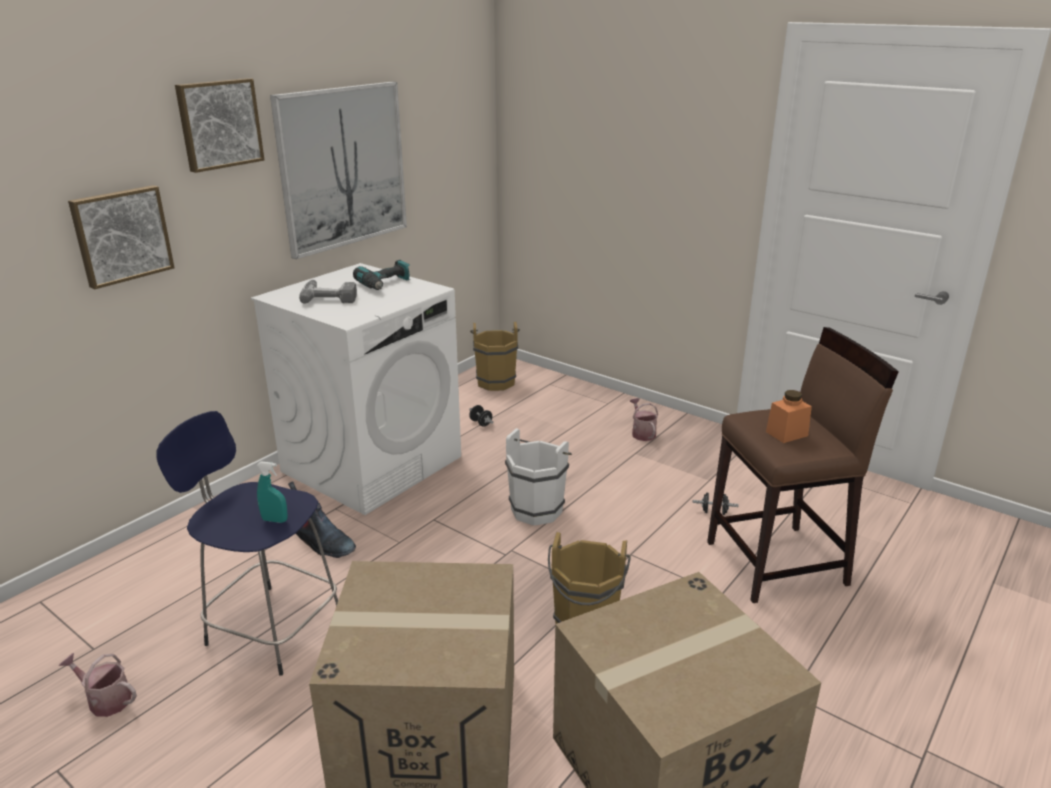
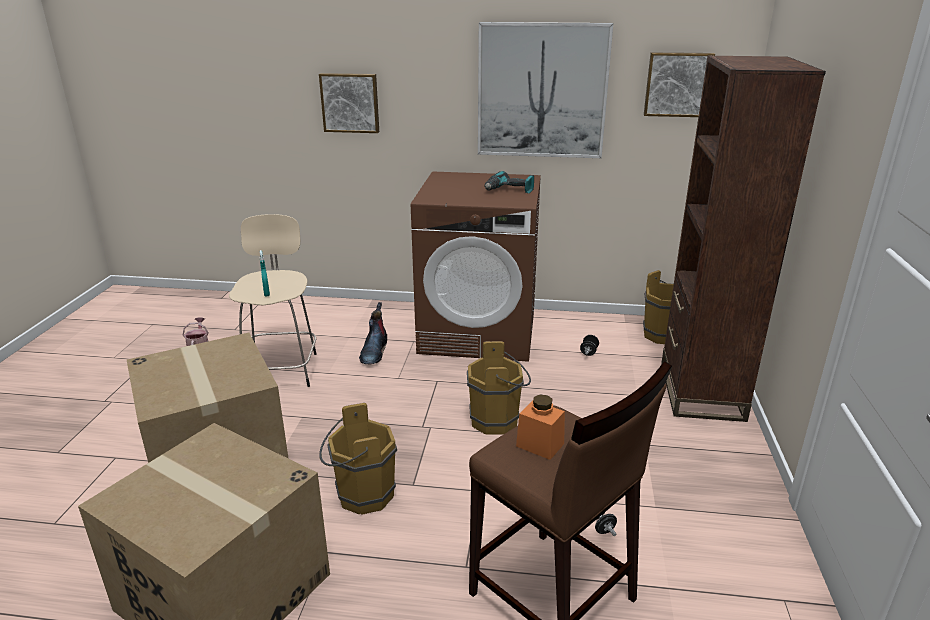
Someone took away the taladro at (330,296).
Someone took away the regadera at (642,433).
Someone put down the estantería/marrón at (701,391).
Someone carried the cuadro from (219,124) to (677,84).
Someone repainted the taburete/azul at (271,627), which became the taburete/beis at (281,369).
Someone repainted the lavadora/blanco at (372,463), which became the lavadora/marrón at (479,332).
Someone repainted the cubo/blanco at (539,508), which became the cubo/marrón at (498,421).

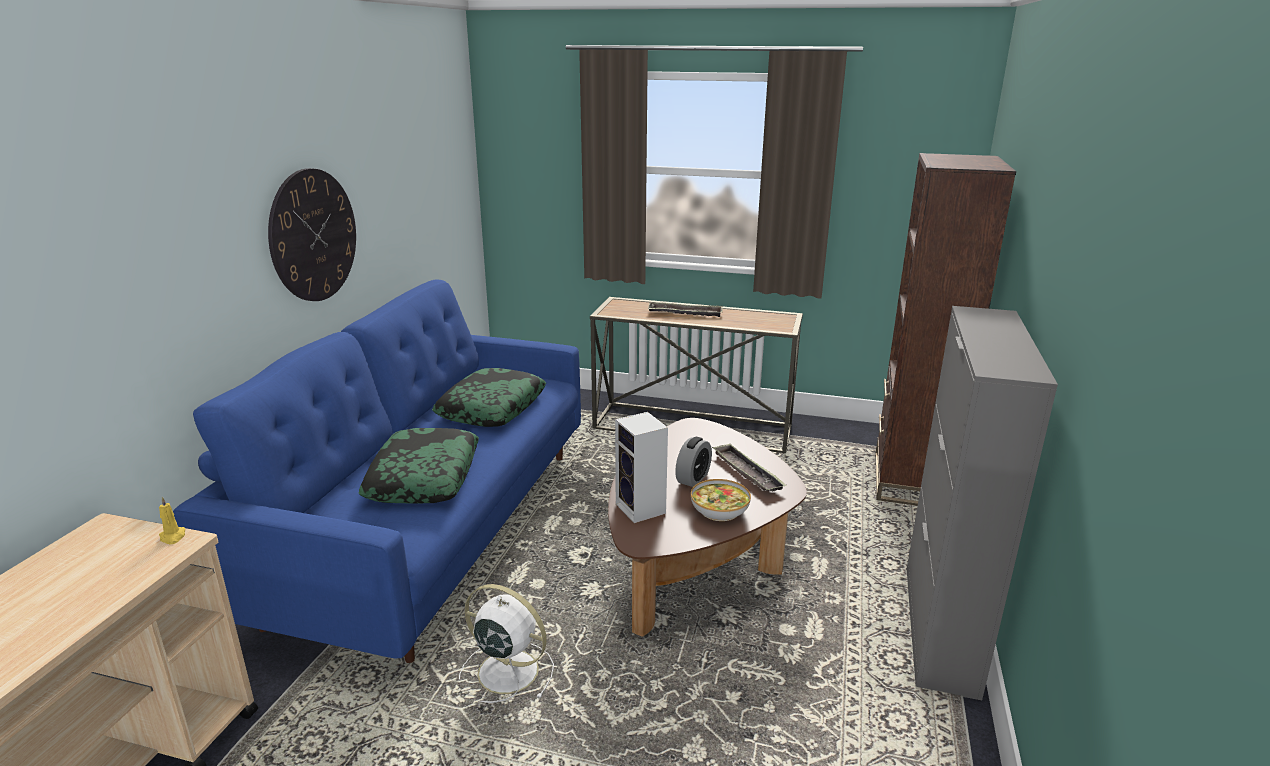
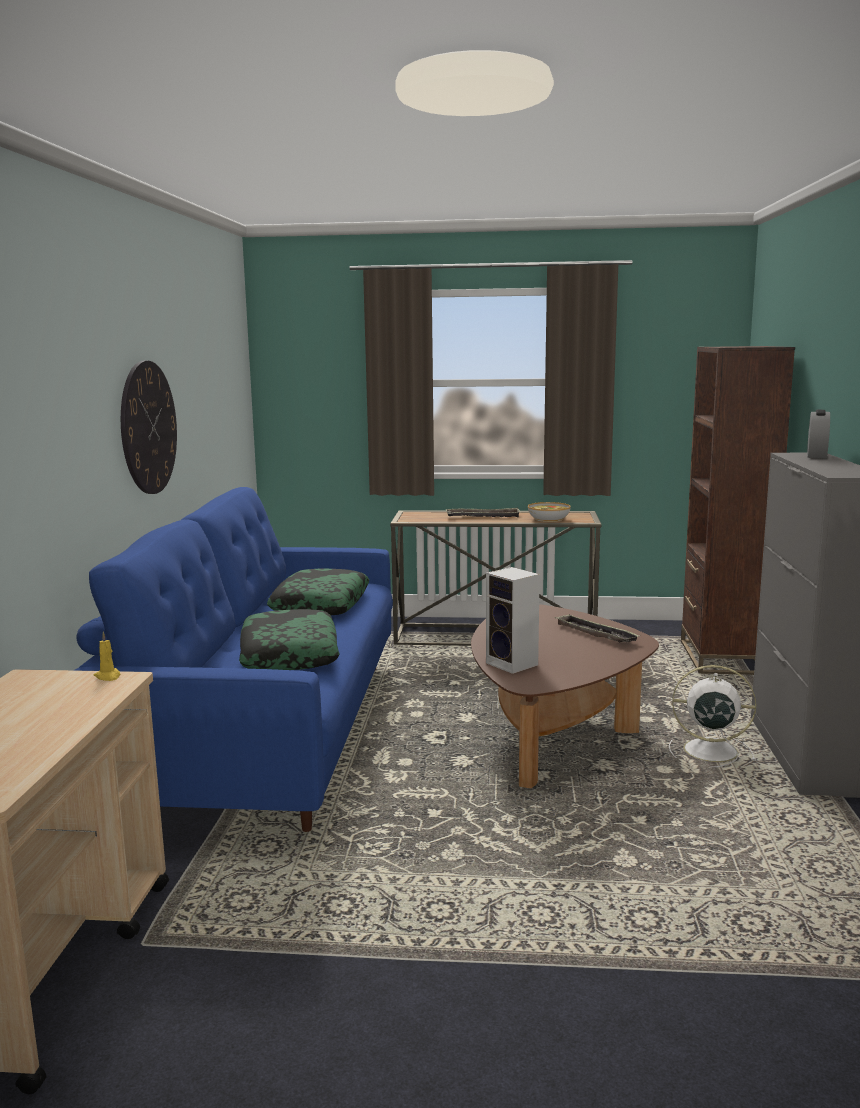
Someone carried the ventilador/blanco from (505,671) to (707,751).
Someone carried the despertador from (693,478) to (816,456).
Someone carried the cuenco from (720,510) to (549,519).

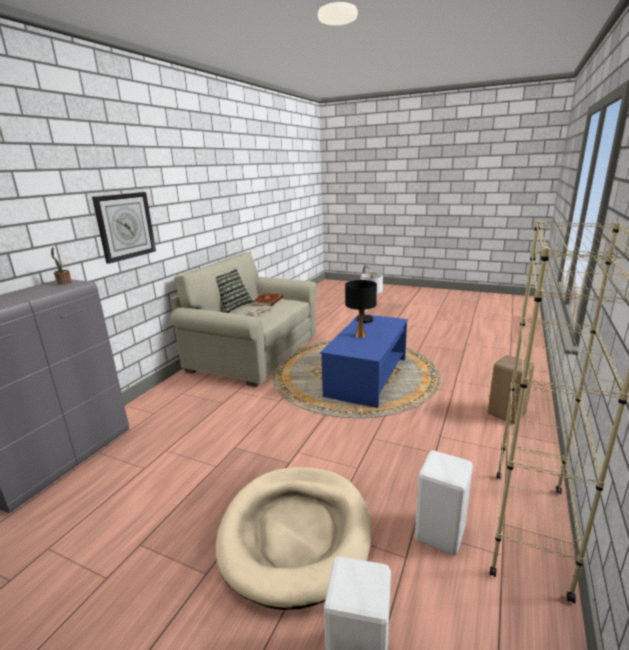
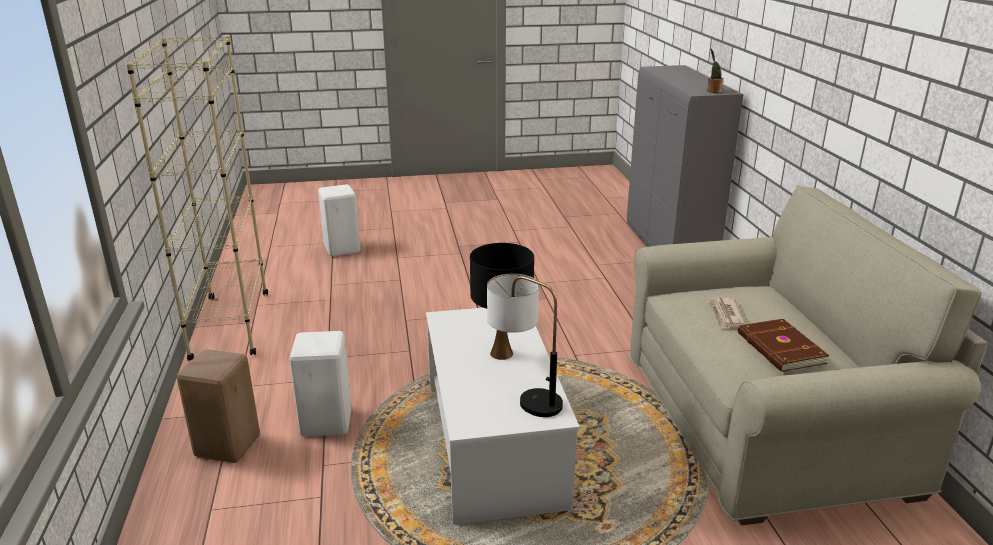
Someone took away the reloj de pared at (125,226).
Someone took away the cojín at (232,306).
Someone took away the cama para perro/beis at (296,533).
Someone carried the taburete/blanco from (438,534) to (328,422).
Someone repainted the mesa de centro/azul at (367,377), which became the mesa de centro/blanco at (493,444).

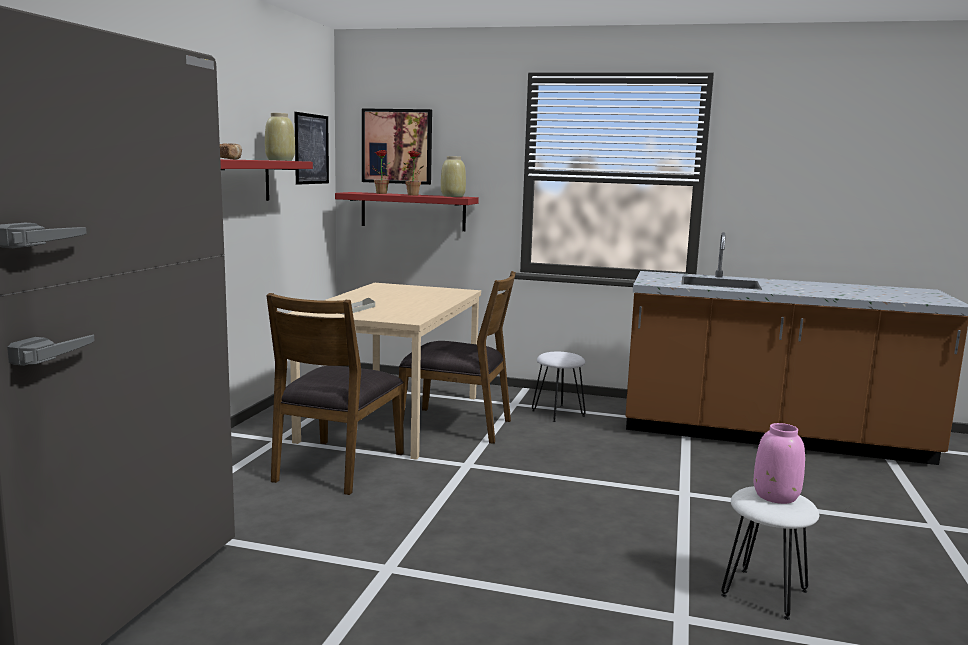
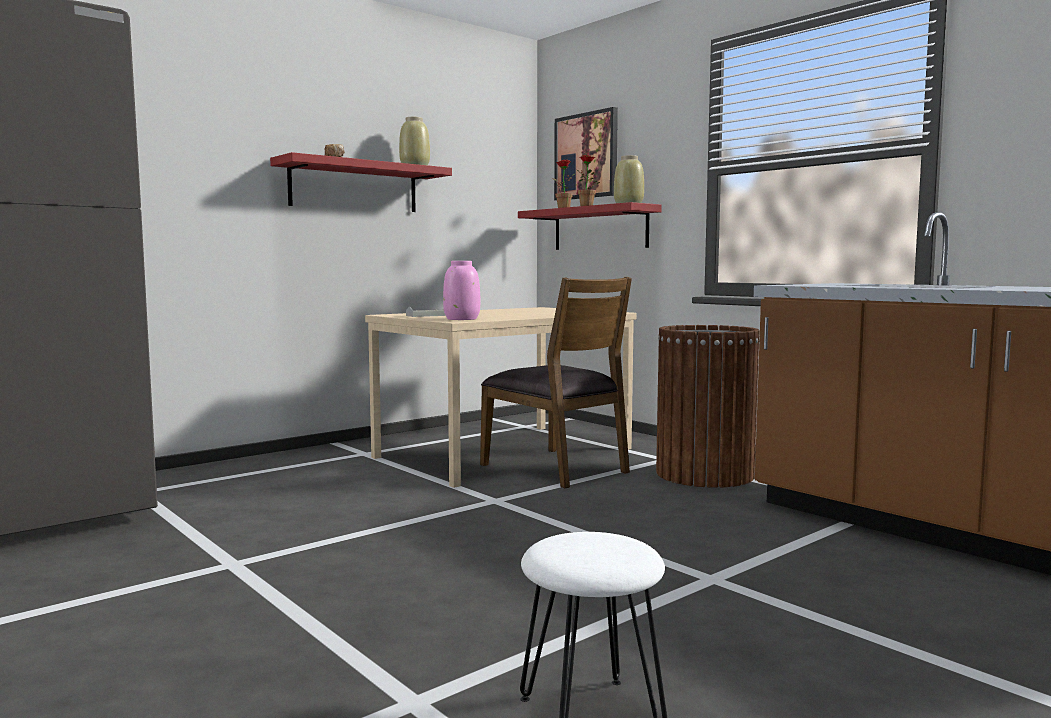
Someone took away the silla/marrón at (337,466).
Someone took away the cuadro at (311,149).
Someone carried the florero/rosa from (776,496) to (462,319).
Someone swapped the taburete/blanco at (558,413) for the papelera/marrón at (705,474).

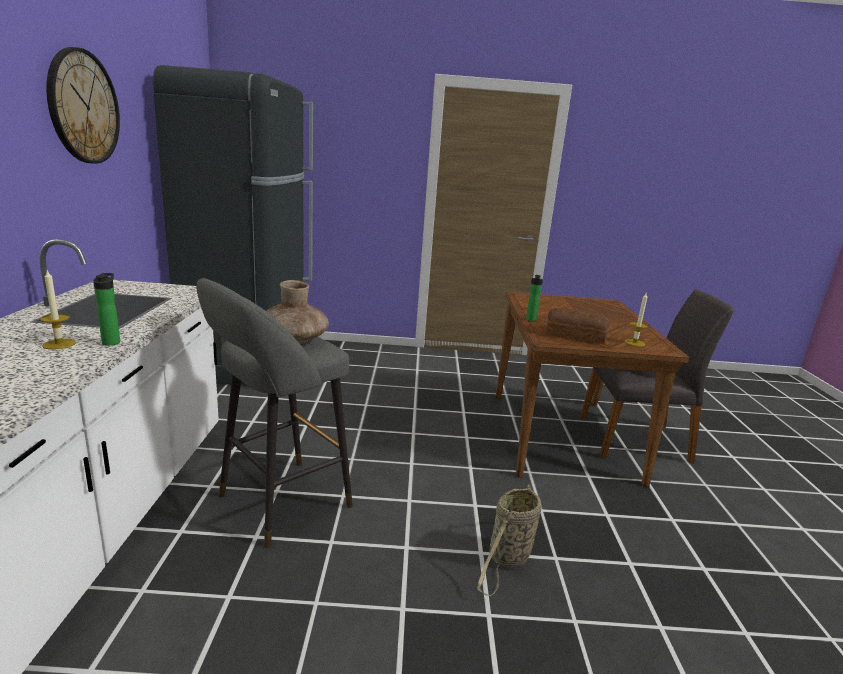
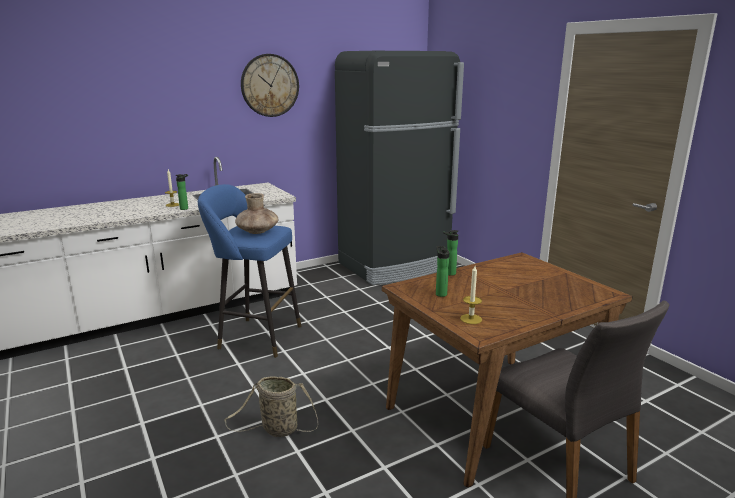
Someone swapped the pan at (574,335) for the botella at (440,293).
Someone repainted the taburete/gris at (278,504), which became the taburete/azul at (256,336).

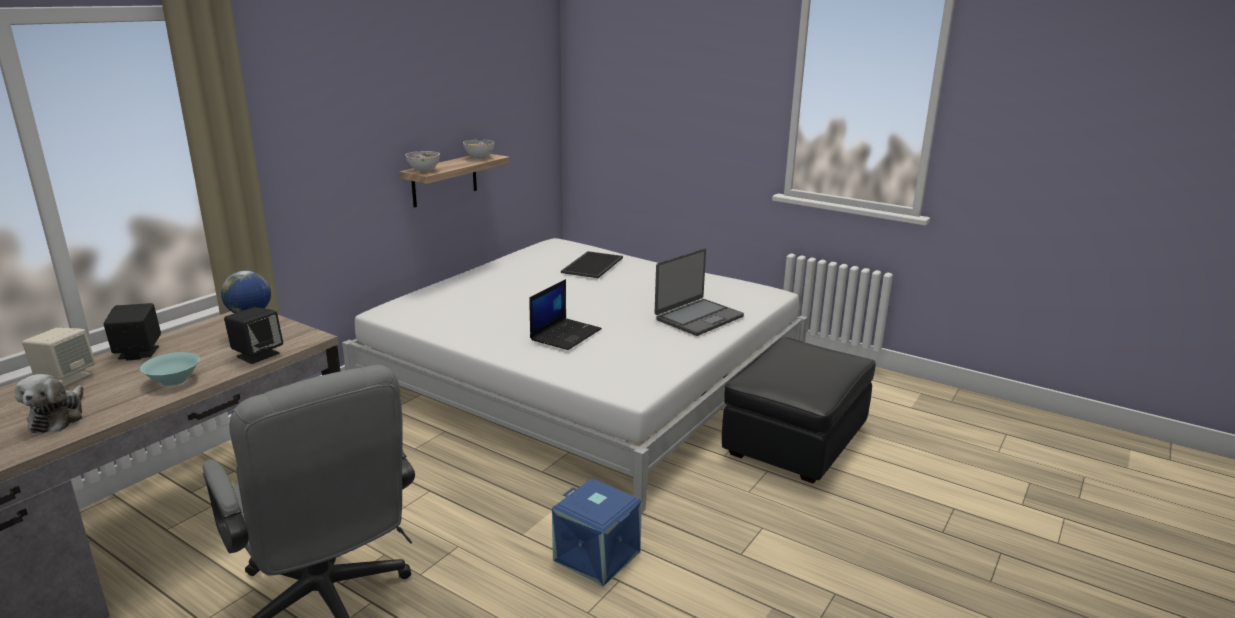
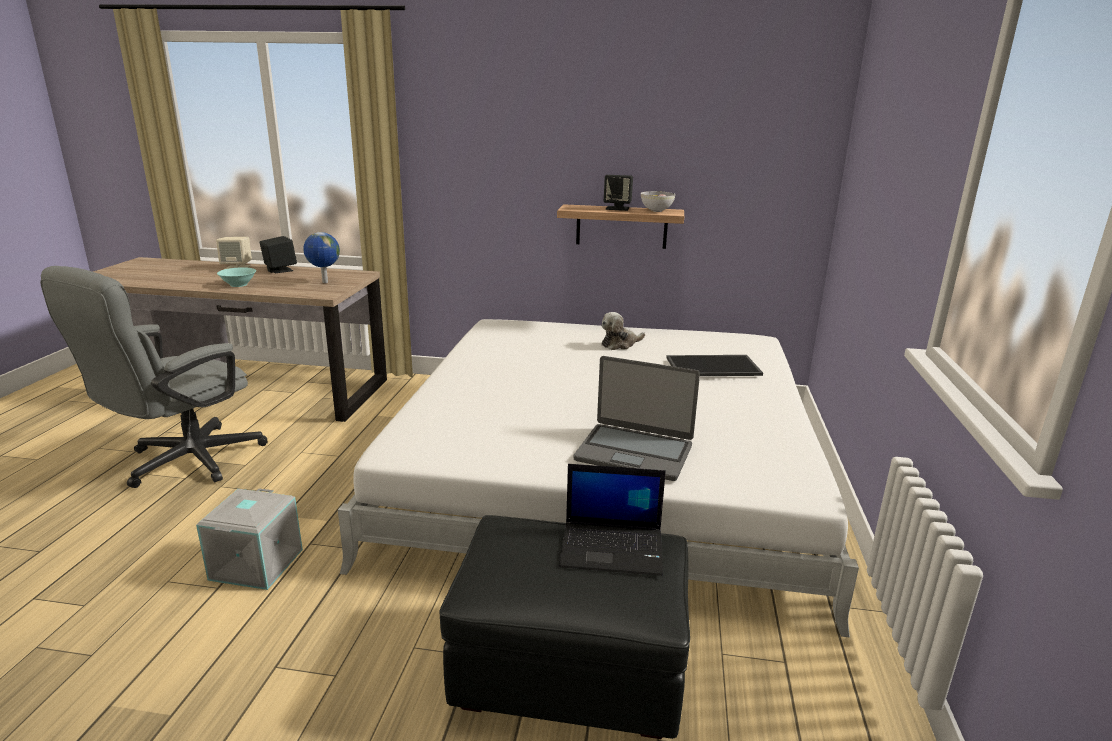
Someone took away the cuenco at (424,170).
Someone carried the peluche from (58,417) to (620,344).
Someone carried the altavoz/negro from (257,355) to (618,208).
Someone carried the portátil from (565,334) to (613,548).
Someone repainted the caja de almacenaje/azul at (598,555), which became the caja de almacenaje/gris at (257,565).

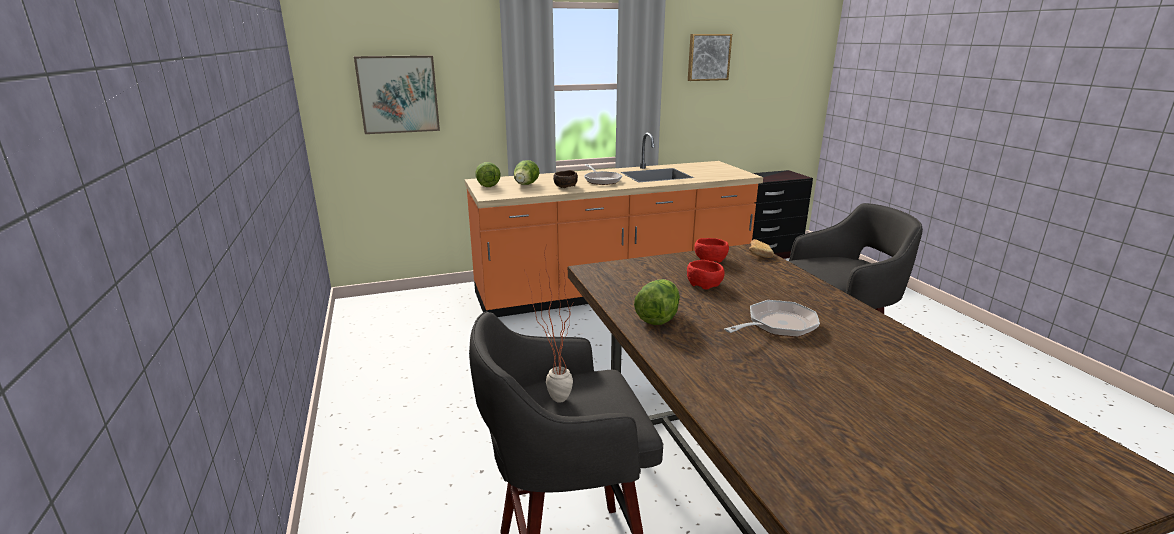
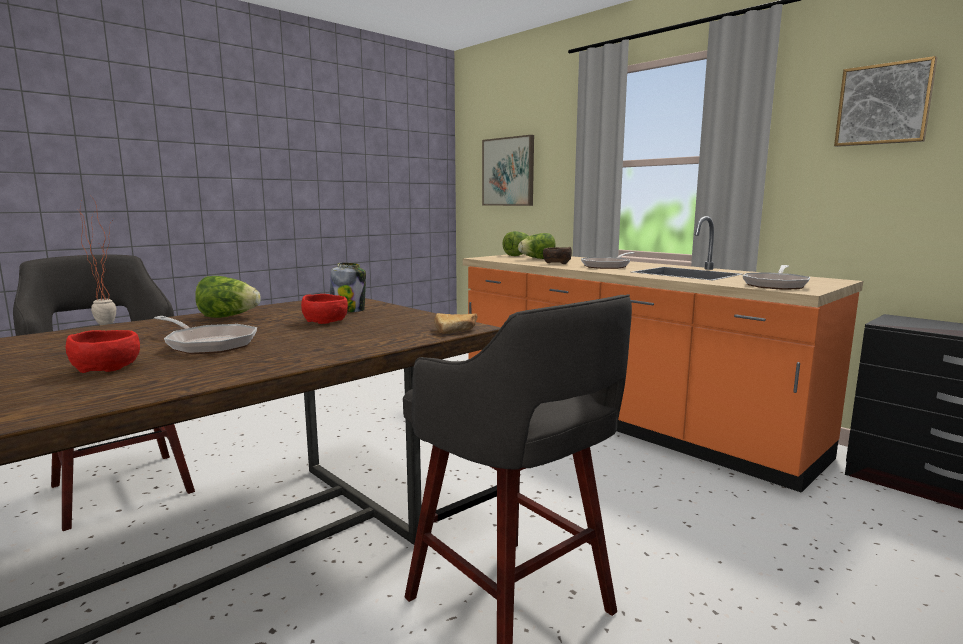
Someone put down the tarro at (348,310).
Someone put down the sartén at (776,285).
Someone carried the cuenco/rojo from (710,258) to (108,367).

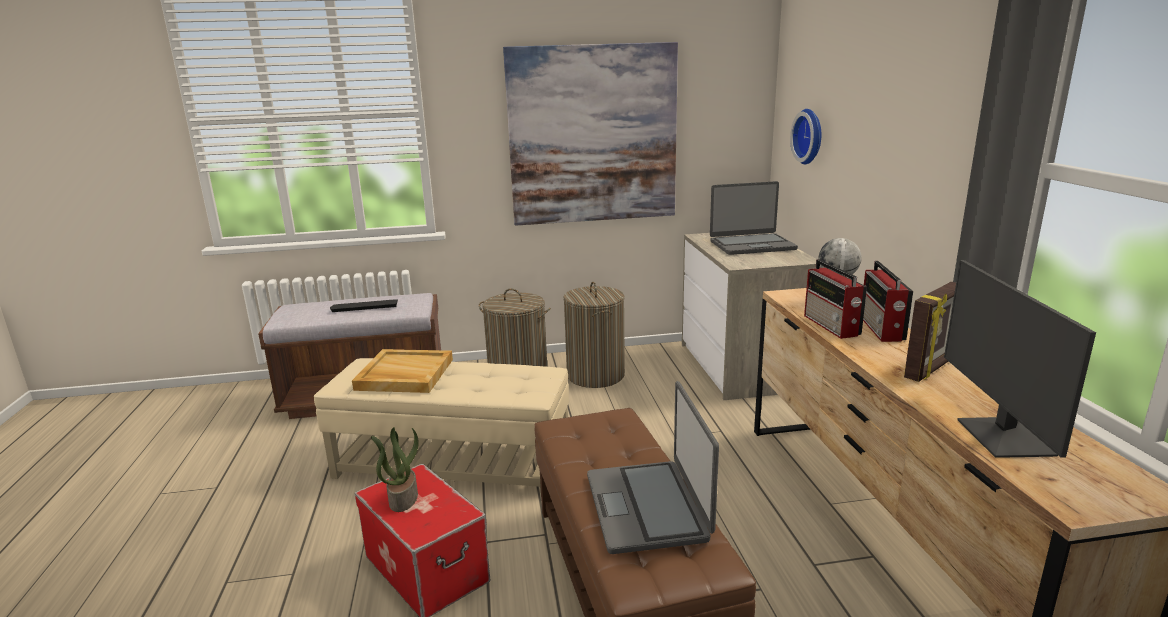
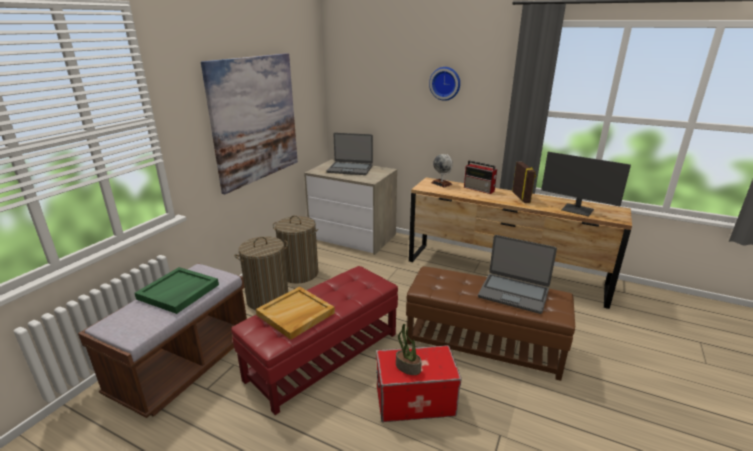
Someone took away the radio at (832,326).
Someone carried the reloj de pared from (810,136) to (445,83).
Someone swapped the teclado at (365,306) for the bandeja/verde at (178,292).
Someone repainted the puf/beis at (453,462), which became the puf/rojo at (323,355).
Someone rotated the portátil at (751,245) by 75 degrees clockwise.

